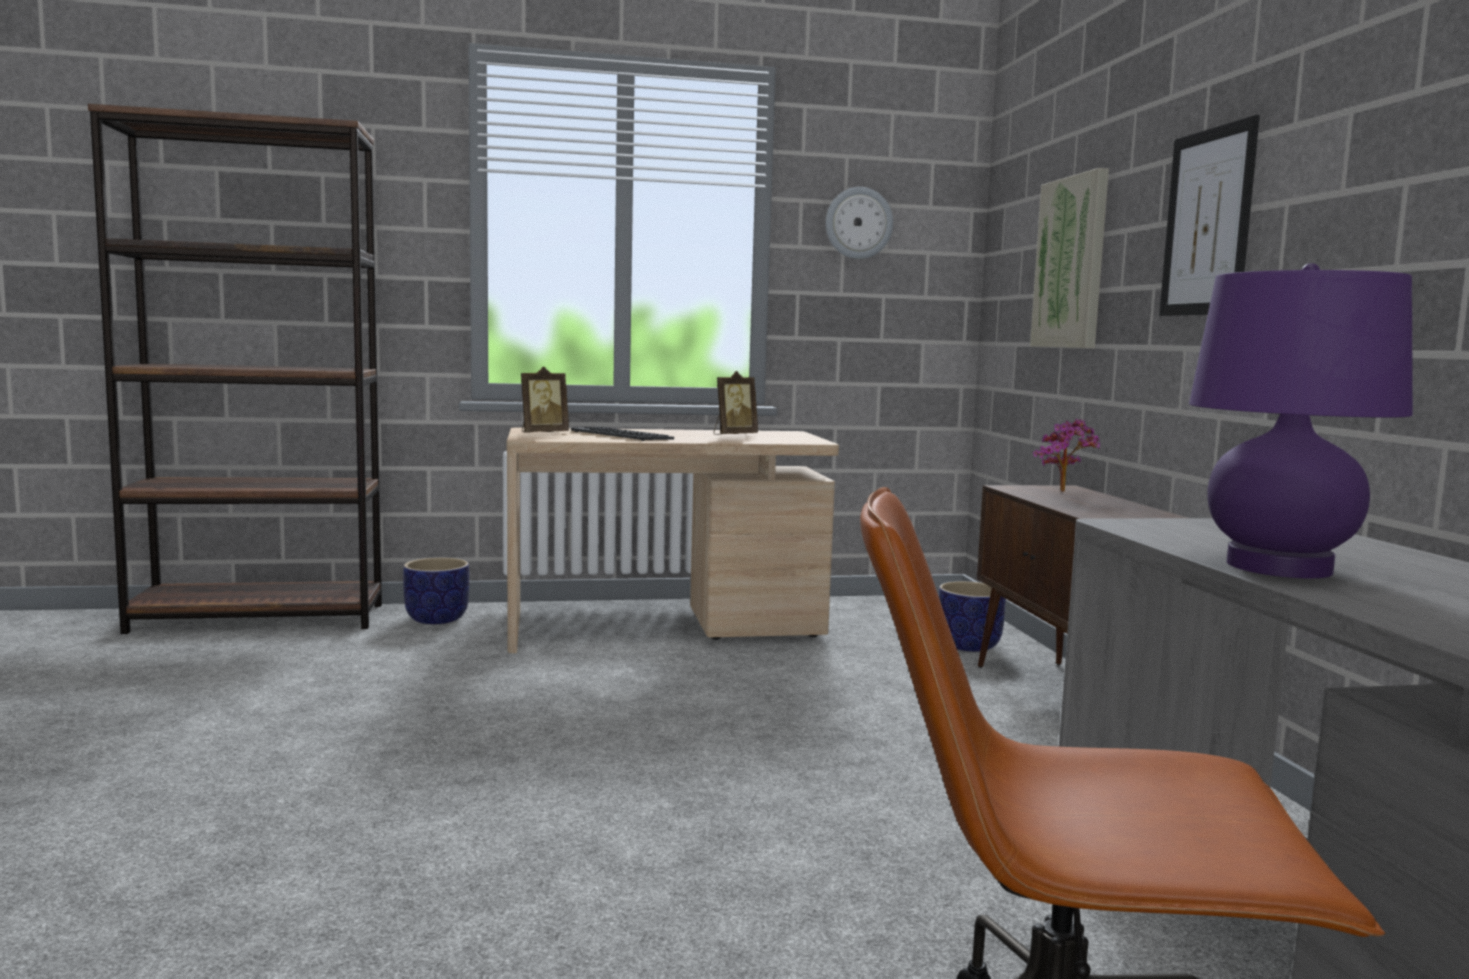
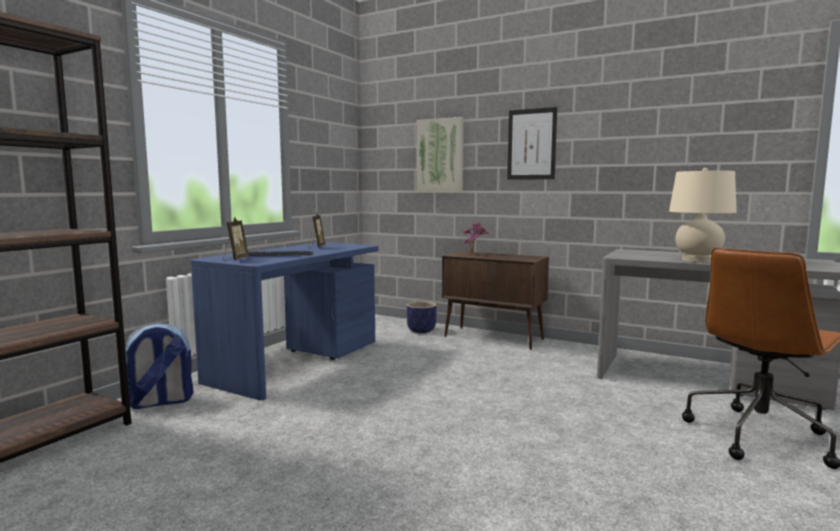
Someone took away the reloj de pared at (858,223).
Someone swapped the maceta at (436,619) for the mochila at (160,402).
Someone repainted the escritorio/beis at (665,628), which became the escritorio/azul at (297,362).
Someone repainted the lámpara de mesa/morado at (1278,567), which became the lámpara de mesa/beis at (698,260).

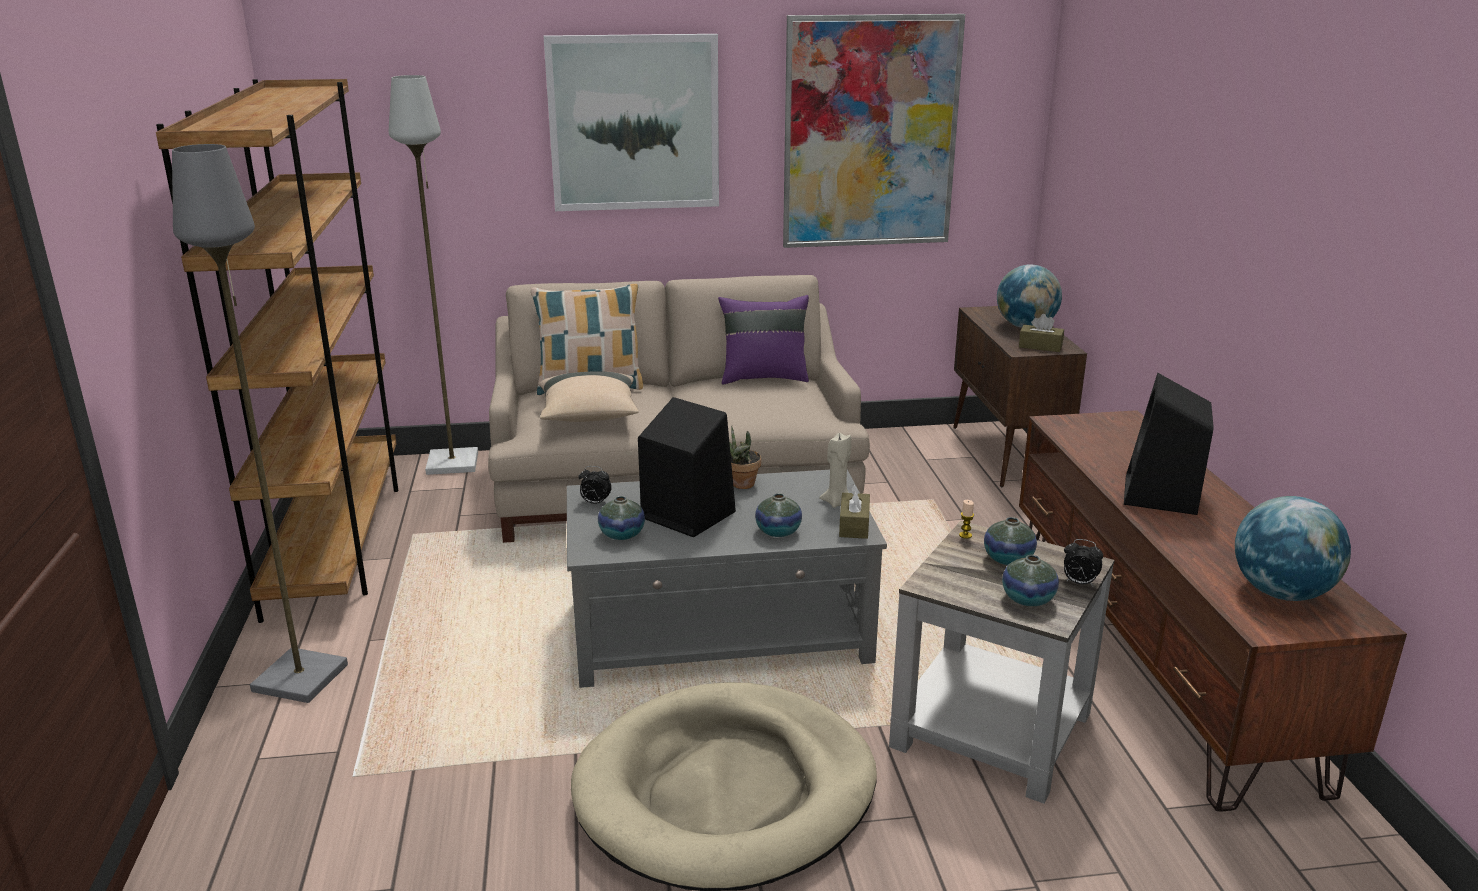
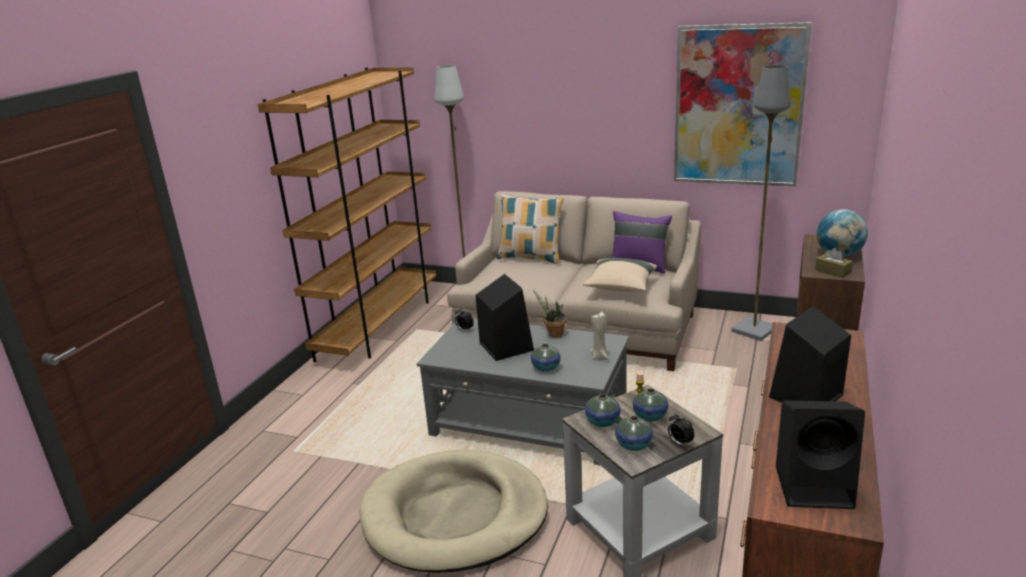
Someone took away the cuadro at (634,123).
Someone took away the caja de pañuelos/marrón at (854,525).
Someone carried the lámpara de pie/gris from (299,677) to (753,329).
Someone carried the cojín/beis from (589,416) to (620,287).
Someone carried the florero from (622,534) to (602,422).
Someone swapped the globo terráqueo at (1281,593) for the altavoz/negro at (815,486).

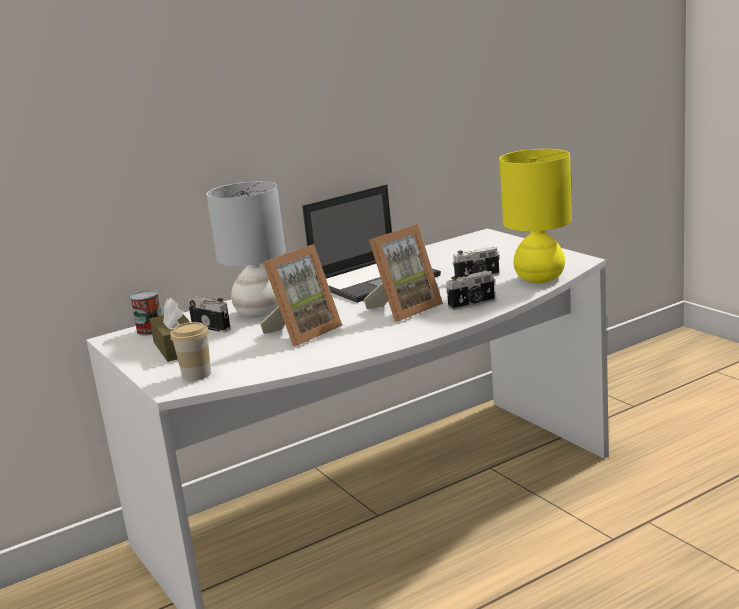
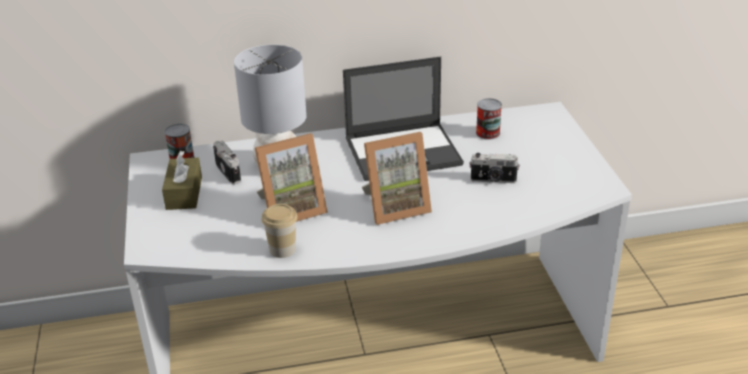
Someone took away the cámara at (472,304).
Someone took away the lámpara de mesa/amarillo at (539,278).
Someone put down the lata at (488,133).
Someone carried the taza from (196,374) to (282,249).

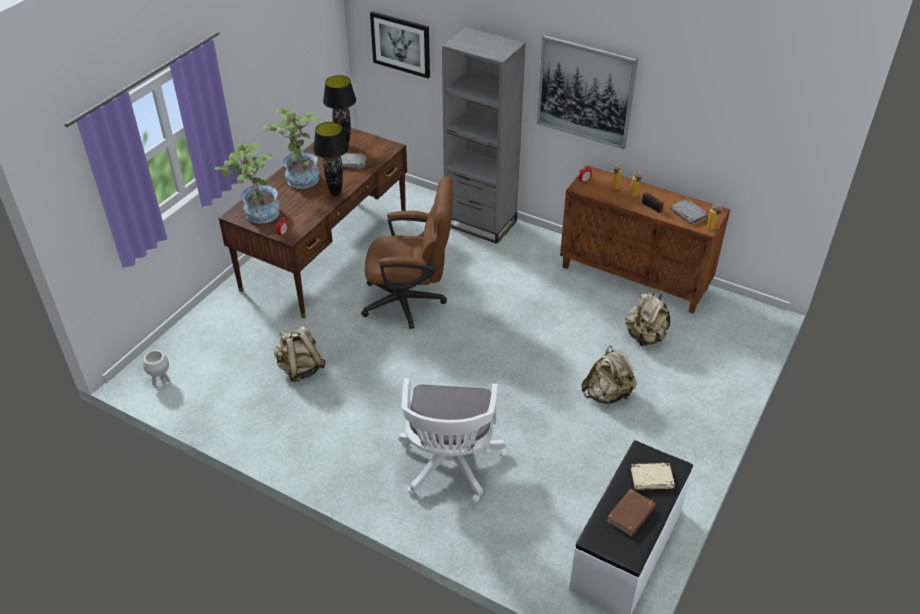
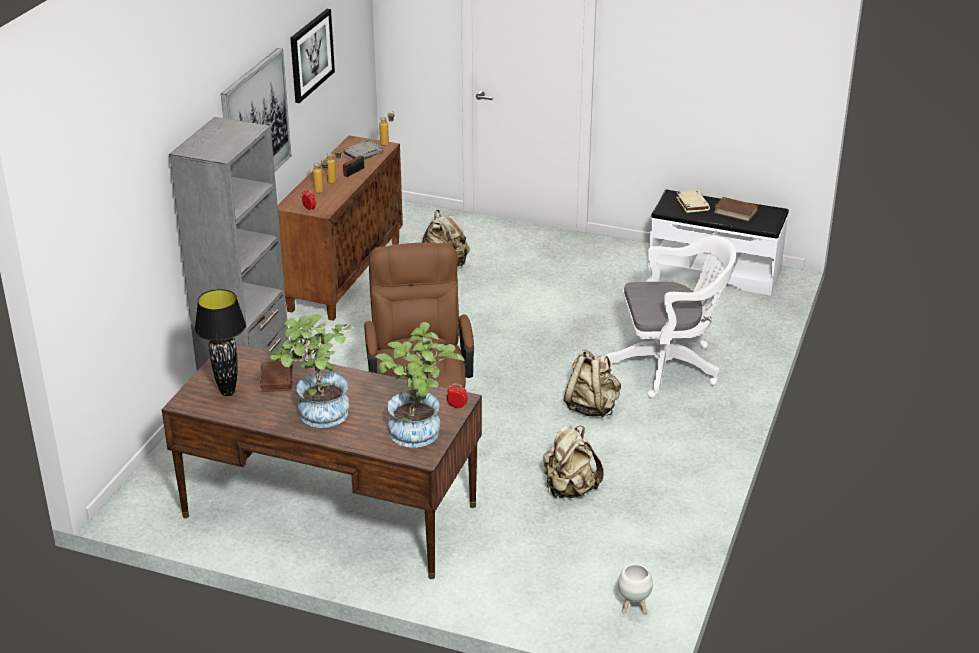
Someone took away the lámpara de mesa/negro at (335,194).
Someone carried the cuadro from (401,44) to (311,55).
Someone carried the mochila/beis from (607,394) to (591,407).
Someone repainted the libro/gris at (351,163), which became the libro/marrón at (276,379).

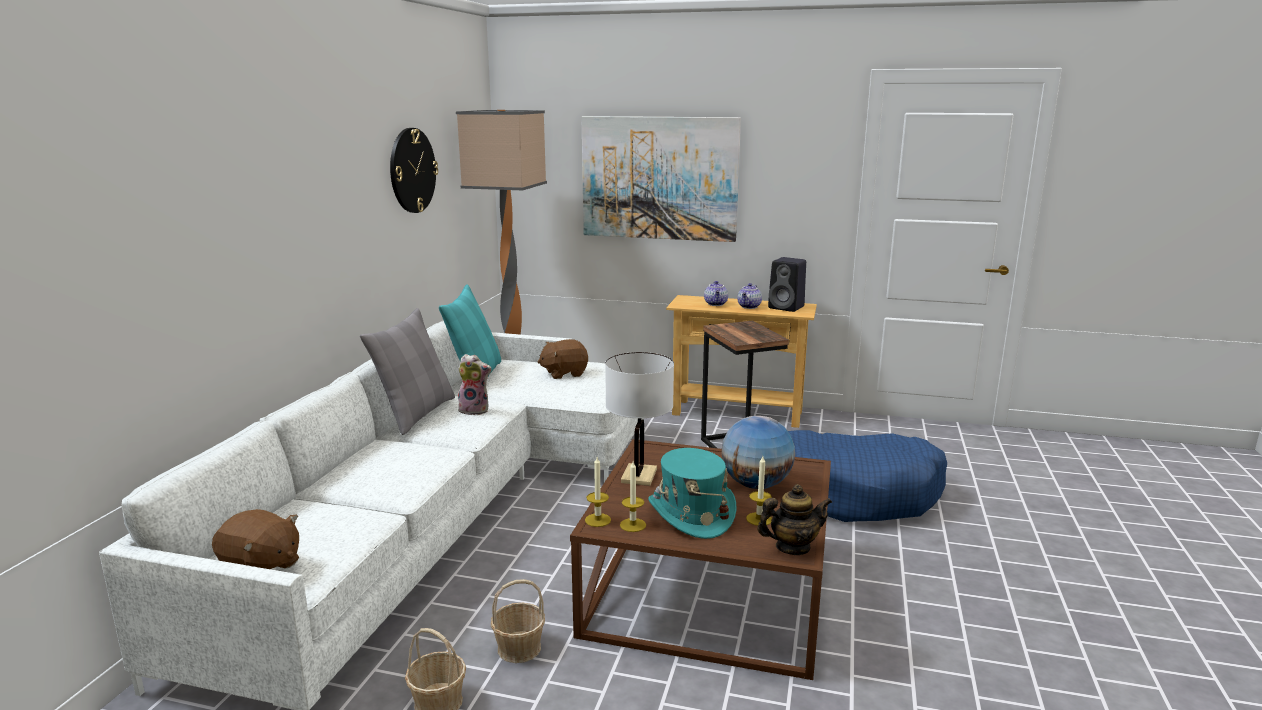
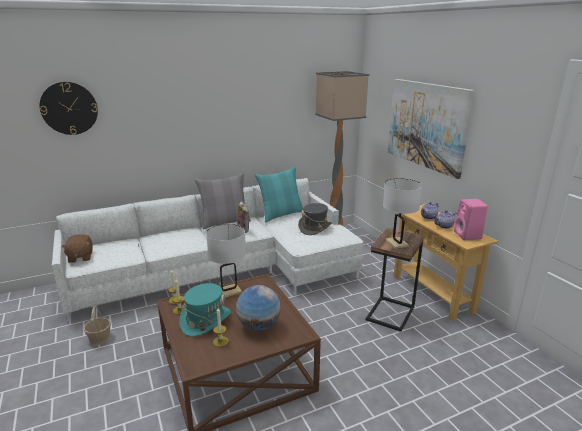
Someone took away the cesta at (519,648).
Someone took away the tetera at (792,547).
Someone took away the cama para perro/azul at (854,493).
Someone put down the lámpara de mesa/blanco at (396,243).
Someone carried the reloj de pared from (412,170) to (69,108).
Someone swapped the peluche/marrón at (564,373) for the sombrero/gris at (315,228).
Someone repainted the altavoz/negro at (787,307), which became the altavoz/rosa at (468,236).

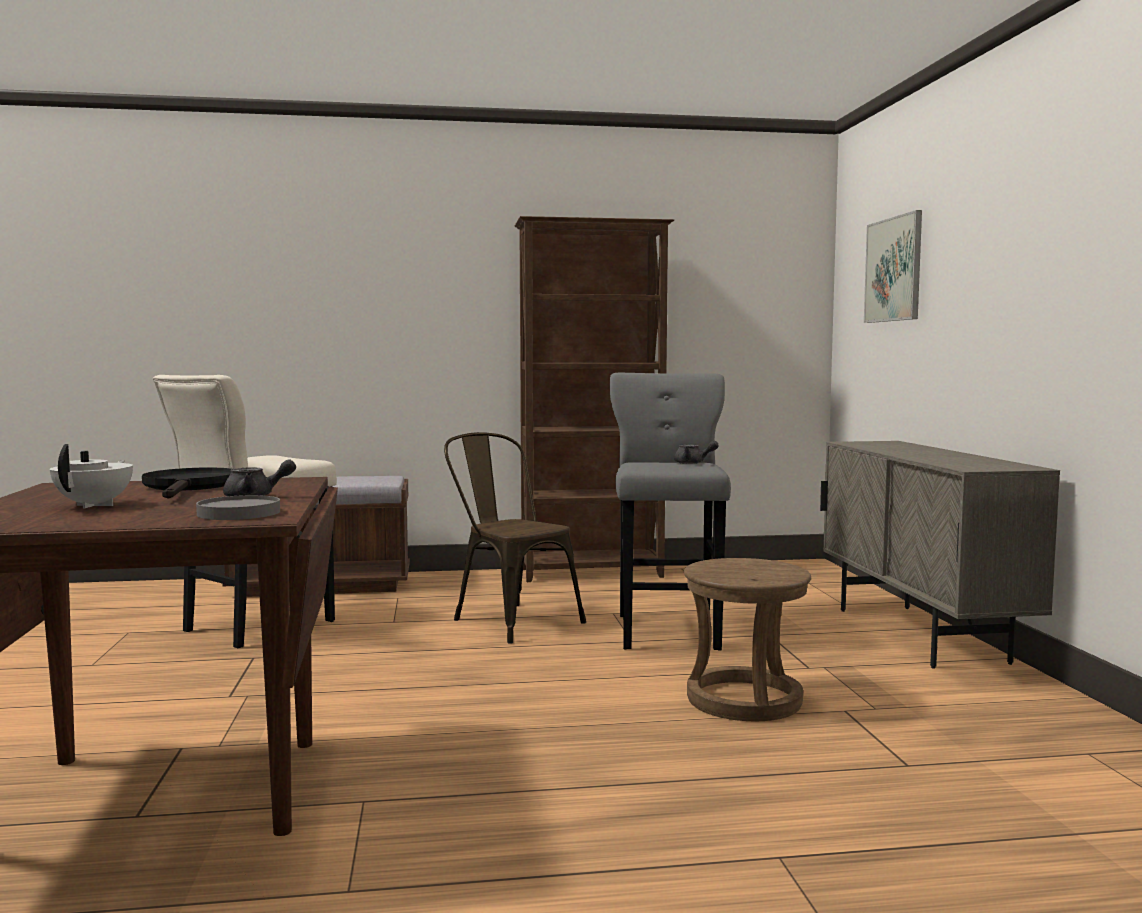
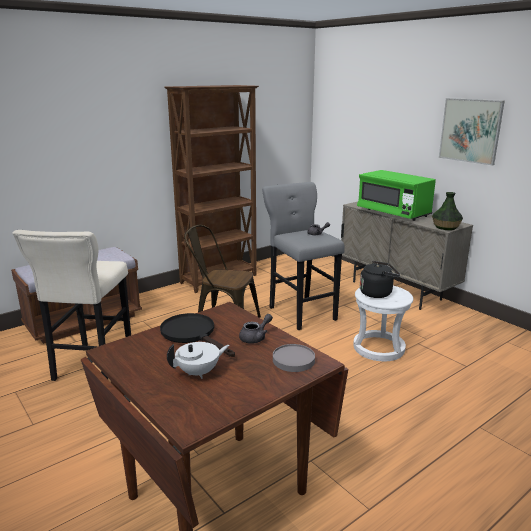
Someone put down the microondas/verde at (393,213).
Someone put down the hervidor/negro at (377,293).
Someone put down the florero at (445,227).
Someone carried the cuadro from (893,269) to (470,130).
Someone repainted the taburete/marrón at (743,699), which became the taburete/blanco at (378,348).
Someone rotated the tetera/blanco at (95,505) by 90 degrees clockwise.

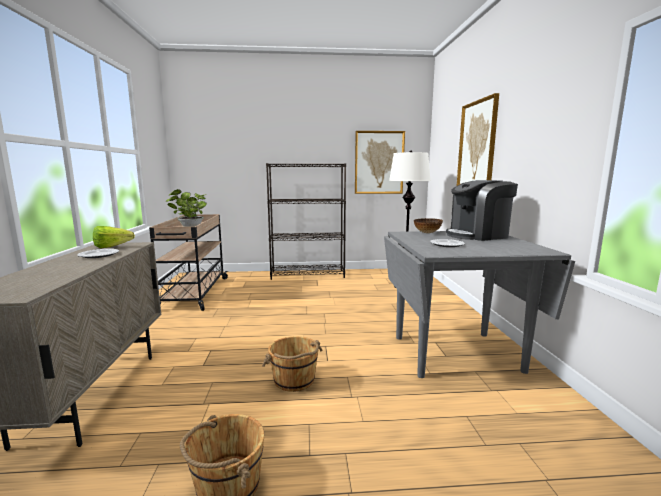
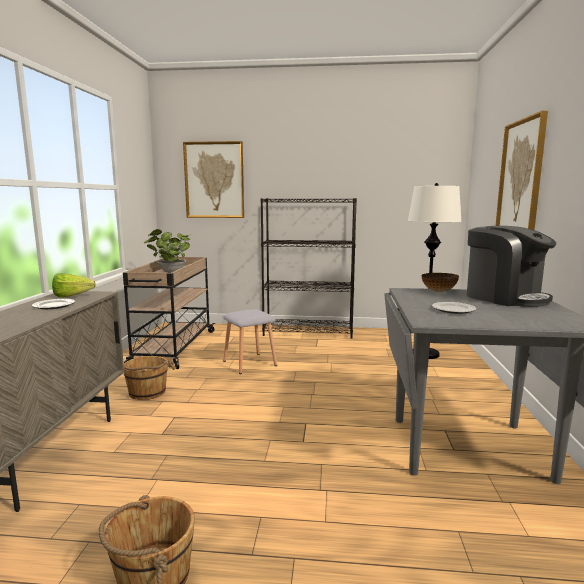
Someone put down the taburete/gris at (250,363).
Someone carried the cubo/marrón from (294,380) to (147,392).
Someone carried the cuadro from (379,162) to (214,180).
Someone rotated the cafetera at (478,235) by 120 degrees counterclockwise.

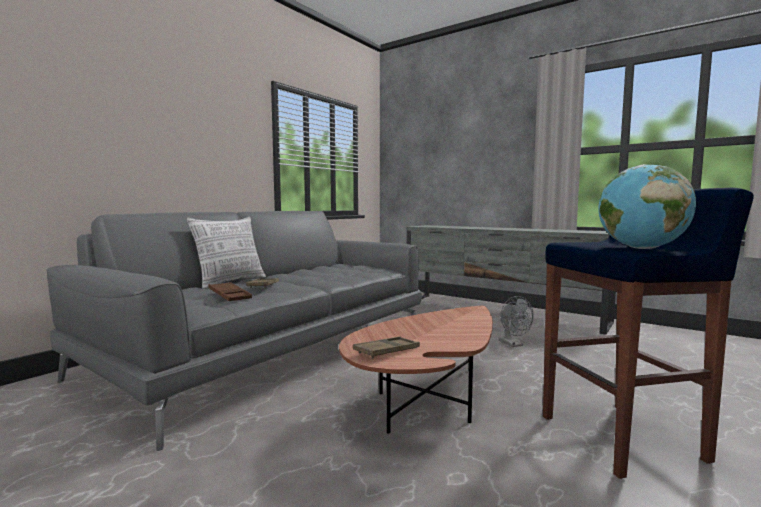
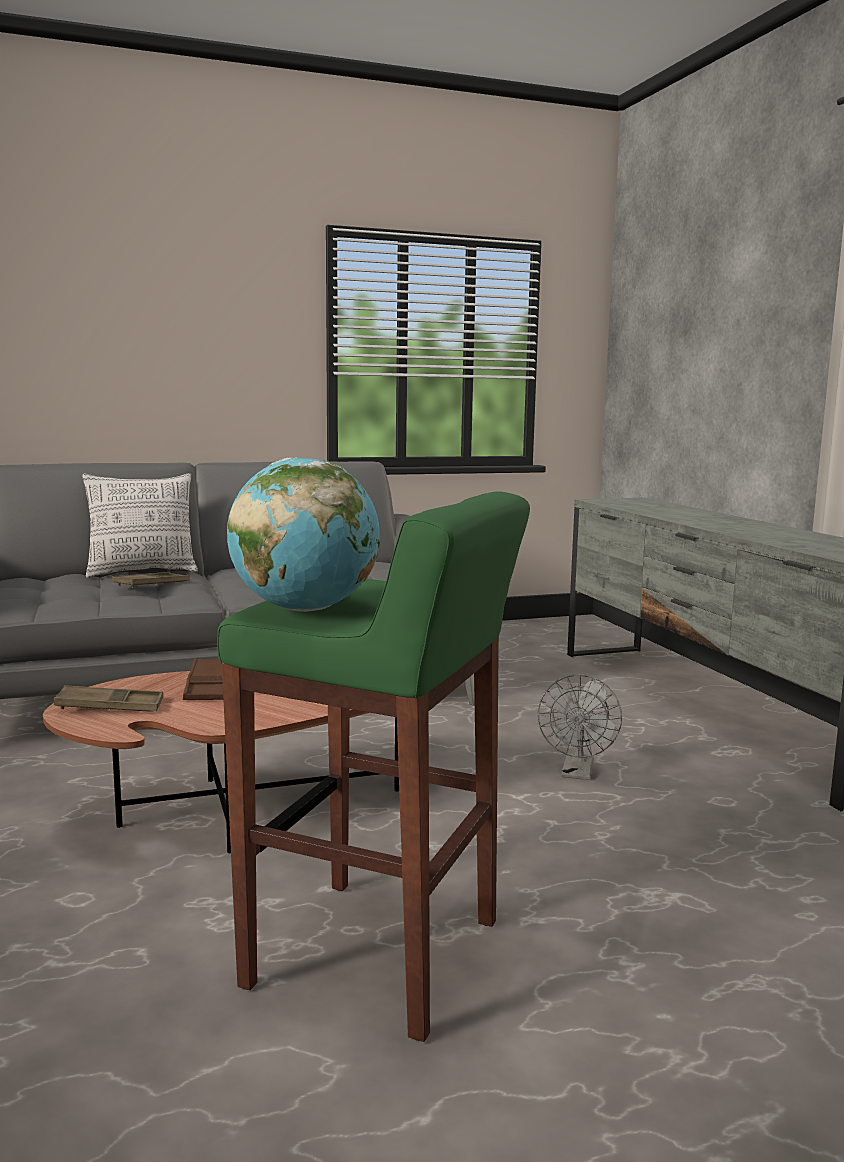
Someone carried the bandeja/marrón from (229,296) to (209,686).
Someone repainted the taburete/azul at (622,438), which became the taburete/verde at (378,955).

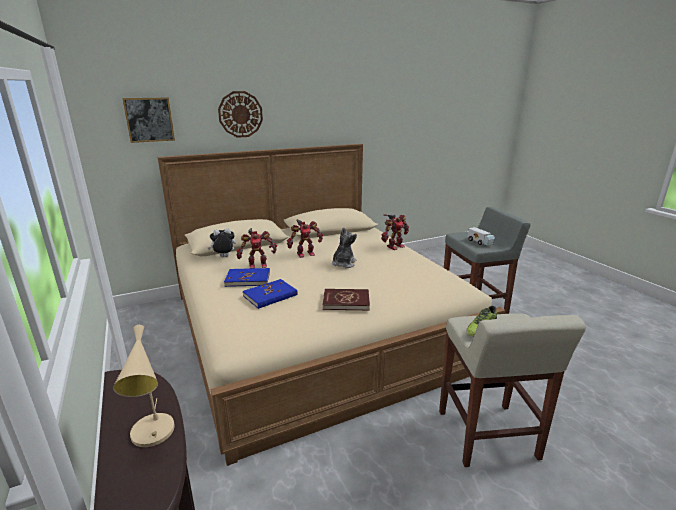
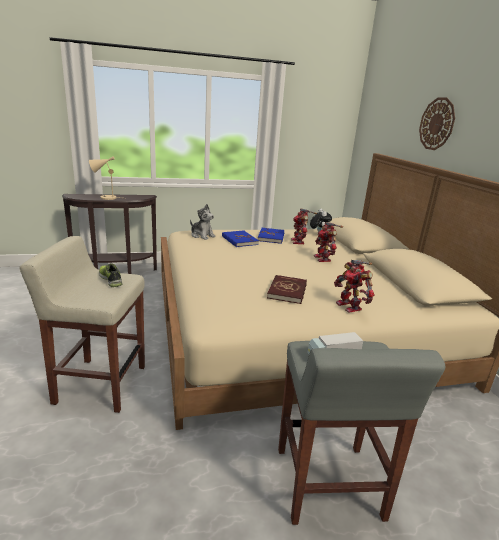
Someone took away the cuadro at (149,119).
Someone carried the libro/rojo from (346,301) to (287,291).
Someone carried the peluche from (343,264) to (202,235).

